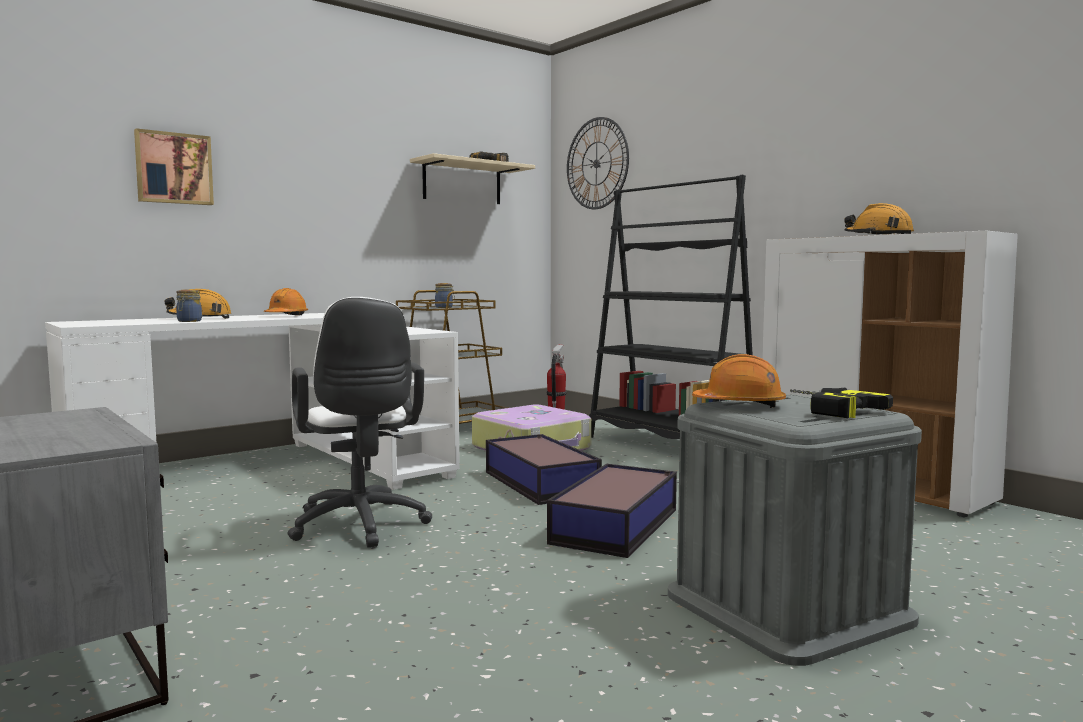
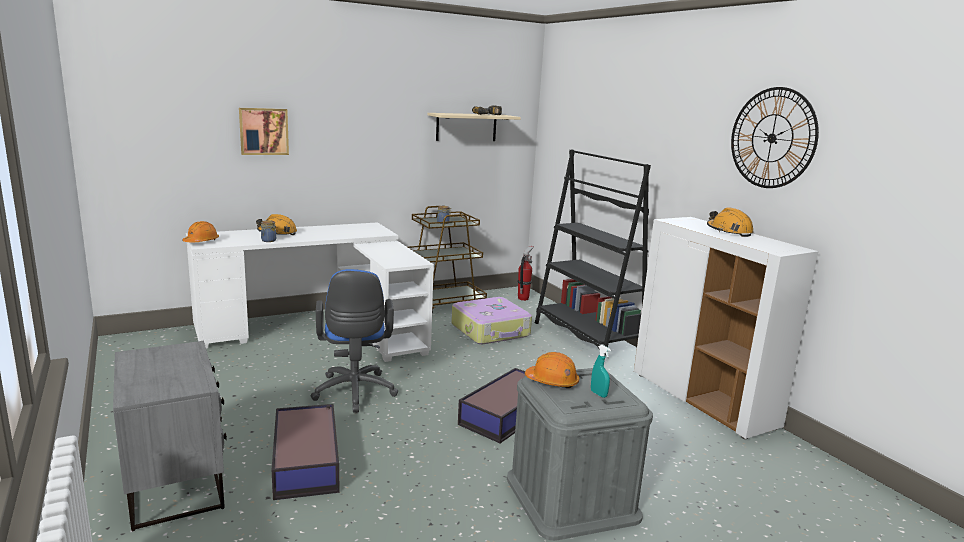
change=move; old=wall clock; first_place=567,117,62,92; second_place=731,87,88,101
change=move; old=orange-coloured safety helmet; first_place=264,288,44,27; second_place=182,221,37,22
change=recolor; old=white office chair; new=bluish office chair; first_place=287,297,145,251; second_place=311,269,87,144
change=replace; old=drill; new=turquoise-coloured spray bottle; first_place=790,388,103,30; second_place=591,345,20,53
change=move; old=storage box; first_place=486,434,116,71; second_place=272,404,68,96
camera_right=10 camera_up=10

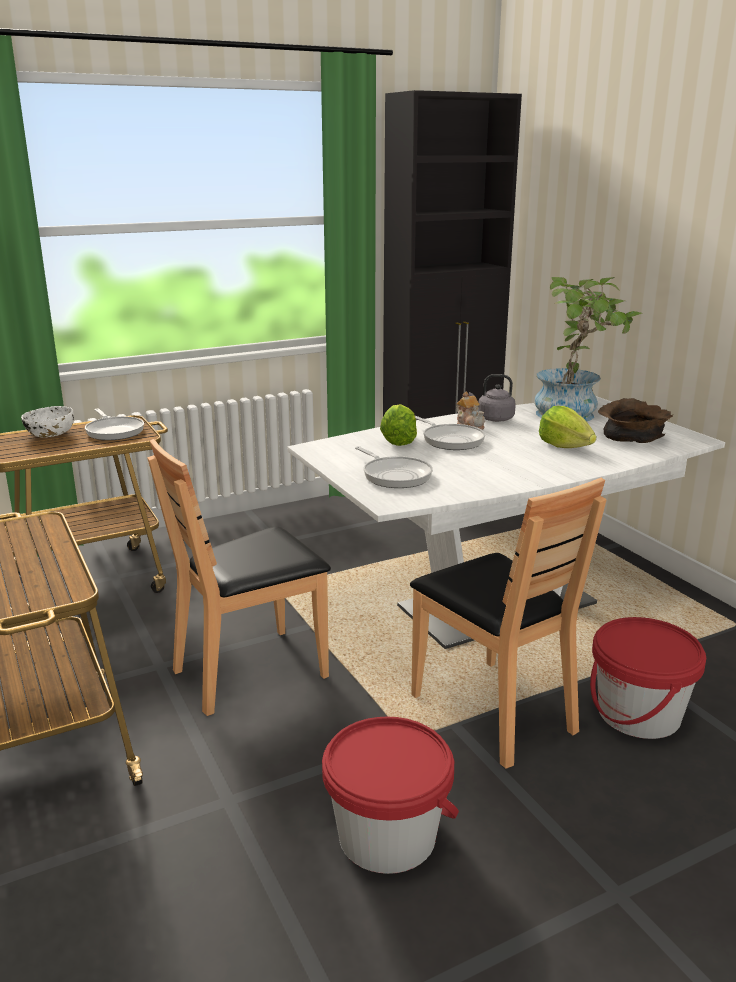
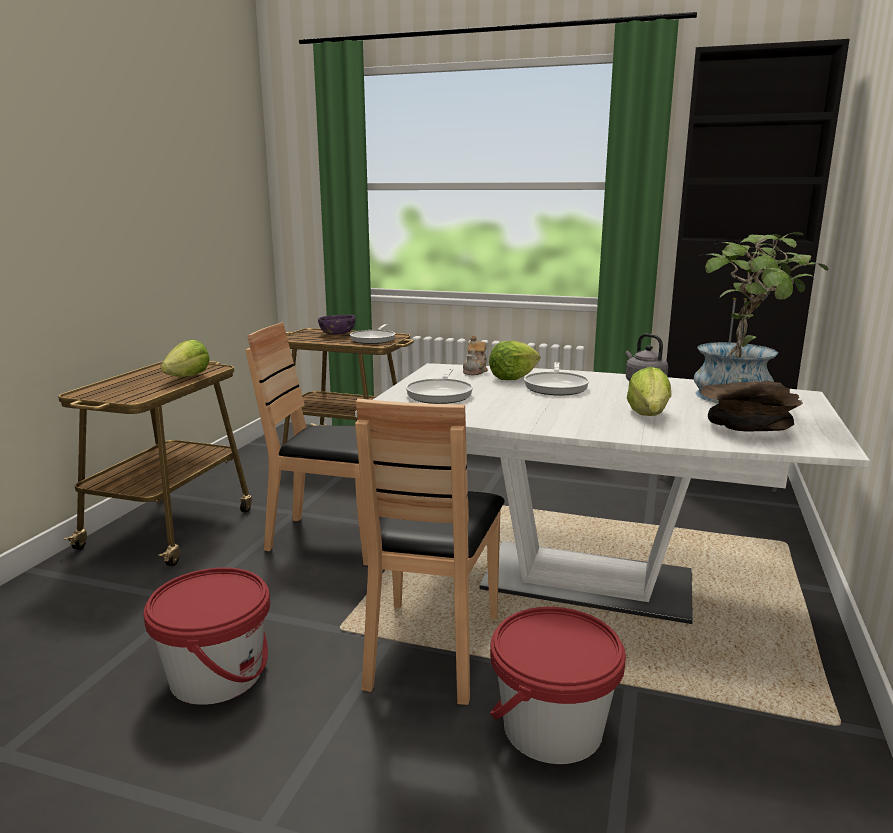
change=move; old=tea pot; first_place=456,391,29,39; second_place=463,335,25,40
change=recolor; old=white bowl; new=purple bowl; first_place=21,406,53,32; second_place=318,315,37,19
change=insert; new=lettuce; second_place=161,339,49,38
camera_right=45 camera_up=-5

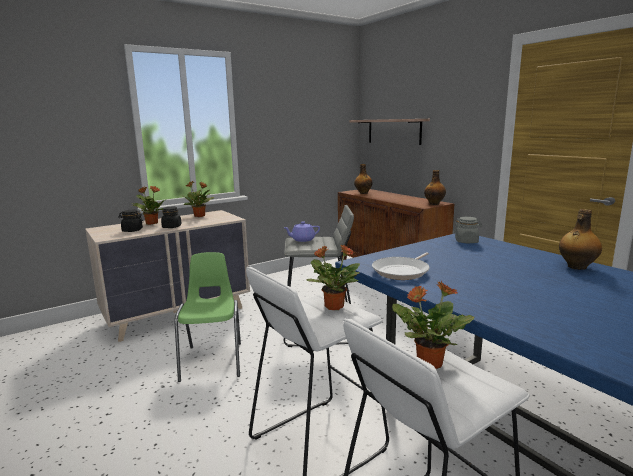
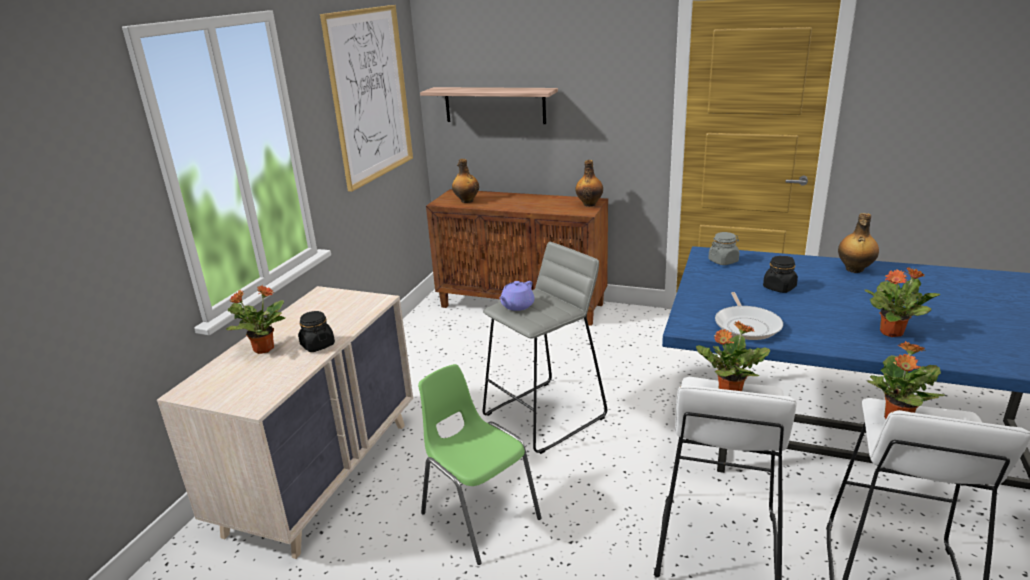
change=move; old=houseplant; first_place=181,181,34,36; second_place=865,267,75,70
change=move; old=black-coloured jar; first_place=118,210,25,22; second_place=763,256,35,37
change=insert; new=wall art; second_place=320,5,93,187
camera_right=-35 camera_up=10

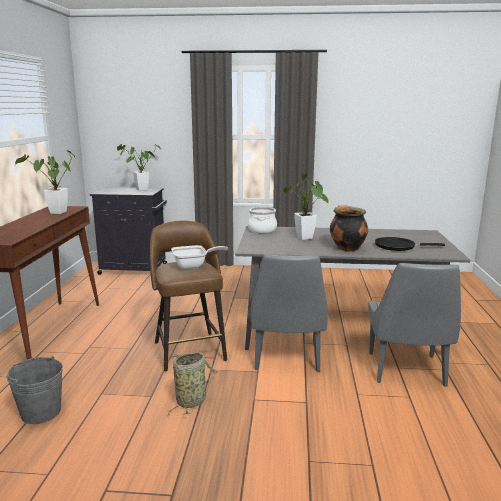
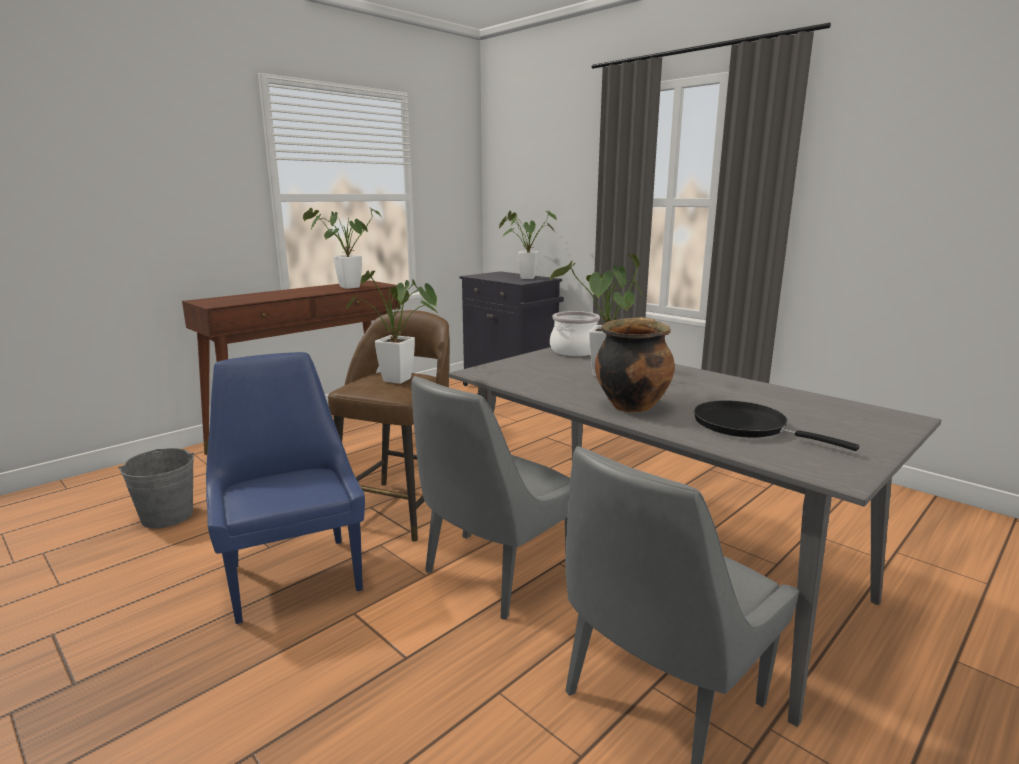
change=replace; old=skillet; new=houseplant; first_place=171,245,57,24; second_place=346,271,93,113
change=replace; old=basket; new=bluish plain chair; first_place=168,352,50,64; second_place=206,352,159,272
camera_right=40 camera_up=0

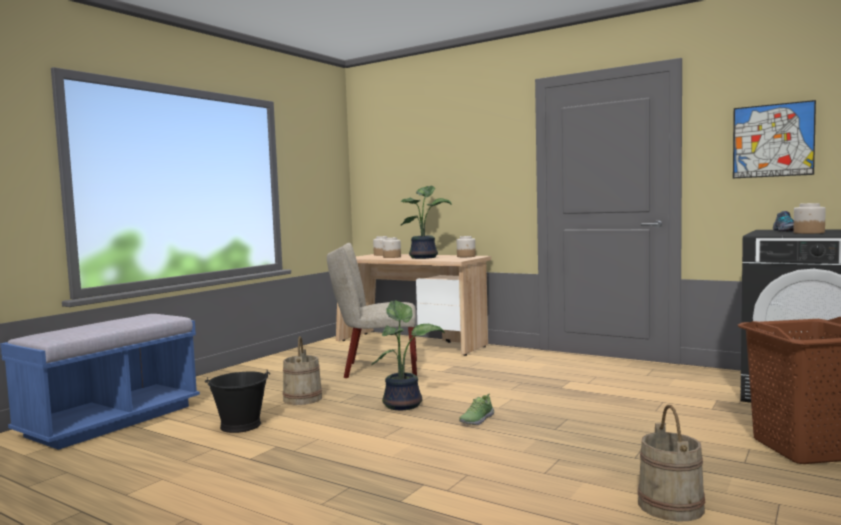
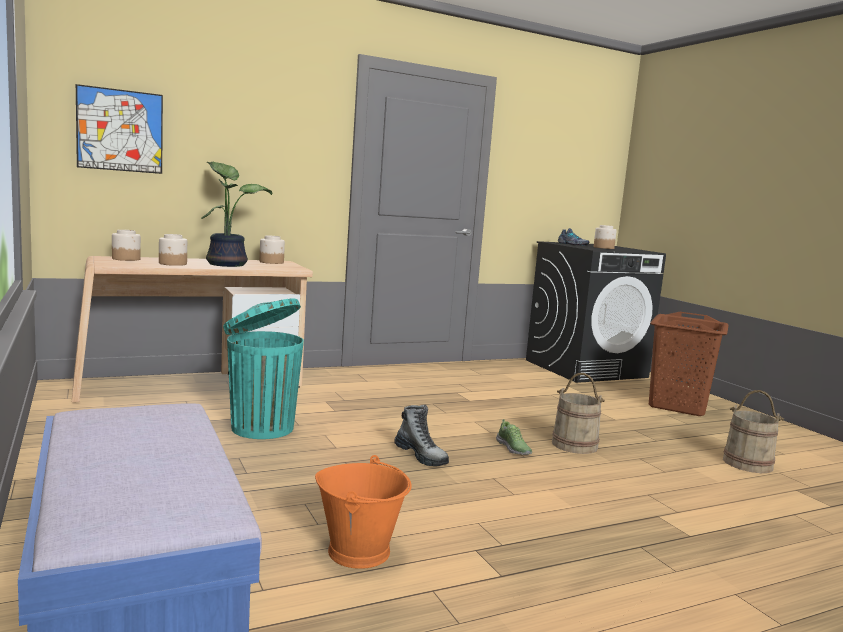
change=move; old=wall art; first_place=733,100,83,78; second_place=76,84,87,90
change=replace; old=beige plain chair; new=turquoise-coloured waste bin; first_place=327,243,90,135; second_place=223,298,81,141
change=replace; old=houseplant; new=tall boot; first_place=372,300,73,110; second_place=394,405,55,61
change=move; old=beige bucket; first_place=283,336,39,69; second_place=552,373,53,81
change=recolor; old=black-coloured bucket; new=orange-coloured bucket; first_place=205,370,65,63; second_place=315,455,97,114
camera_right=-60 camera_up=5

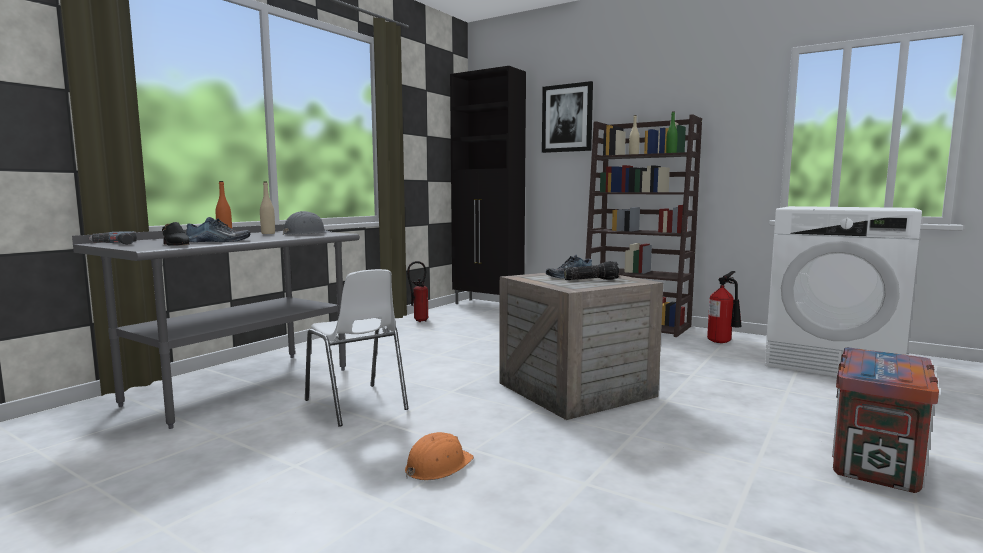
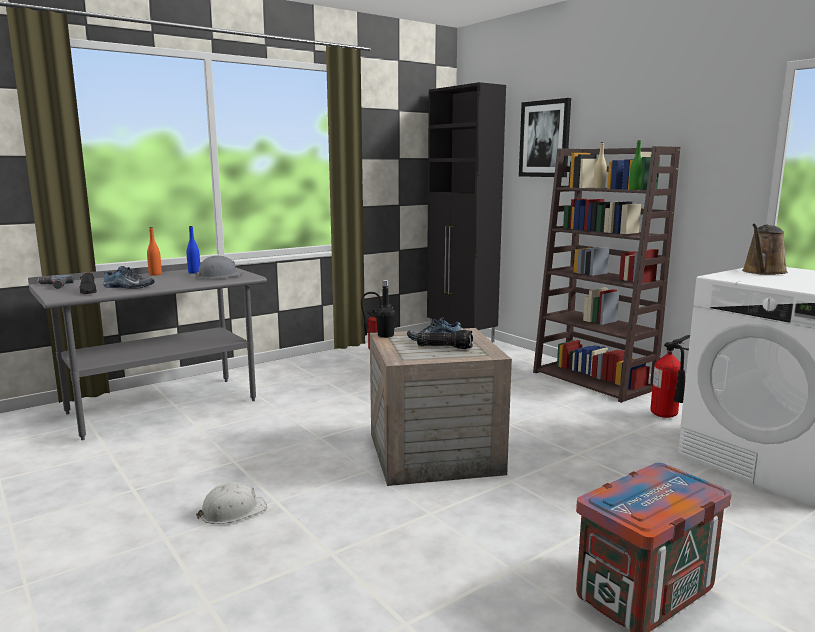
change=recolor; old=beige beverage bottle; new=bluish beverage bottle; first_place=260,181,15,53; second_place=187,226,13,48
change=delete; old=white plain chair; first_place=305,269,103,158
change=recolor; old=orange-coloured safety helmet; new=white safety helmet; first_place=405,432,69,48; second_place=196,483,71,41
change=insert; new=brownish watering pot; second_place=742,224,46,51
change=insert; new=black-coloured beverage bottle; second_place=376,280,19,58
camera_right=20 camera_up=5

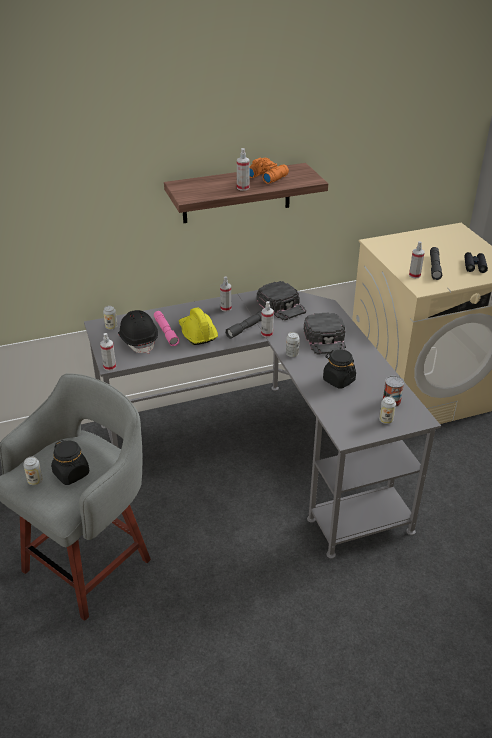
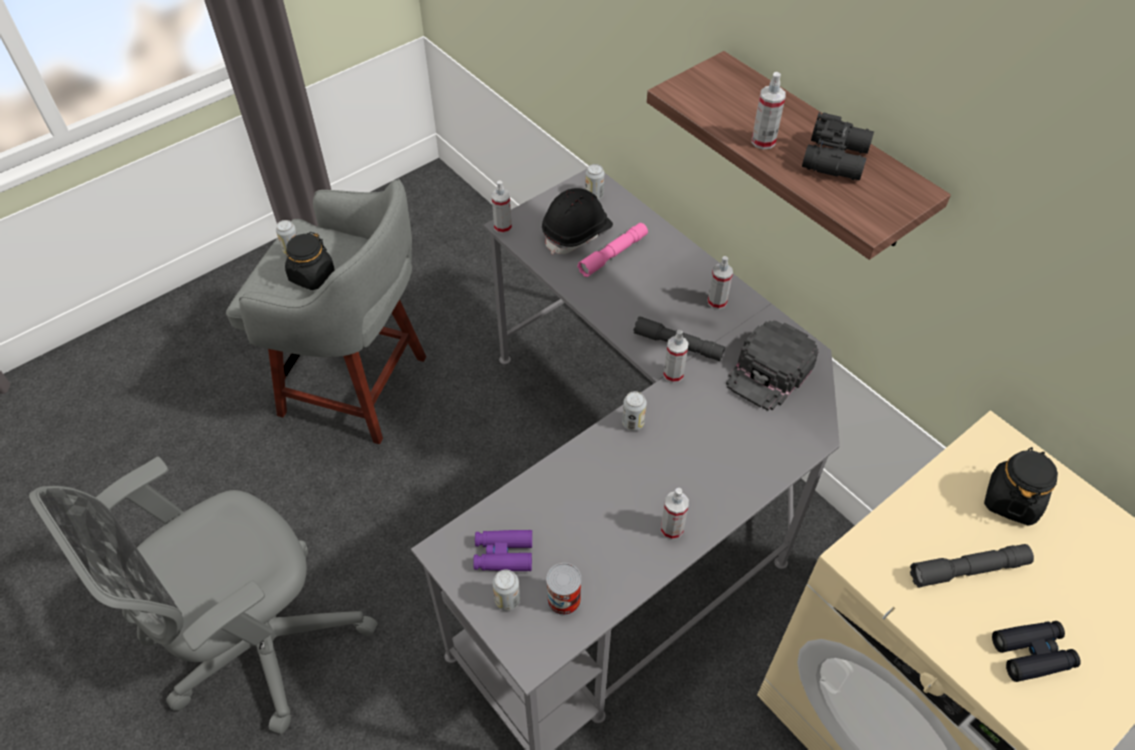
change=recolor; old=orange-coloured field glasses; new=black-coloured field glasses; first_place=250,157,39,27; second_place=802,112,72,68
change=move; old=spray bottle; first_place=409,241,16,37; second_place=661,488,28,52
change=delete; old=yellowish safety helmet; first_place=179,307,39,38
change=delete; old=black-coloured cap; first_place=304,313,42,42
change=move; old=black-coloured jar; first_place=323,350,33,39; second_place=984,447,74,79
change=insert; new=grey office chair; second_place=29,457,349,277
change=insert; new=purple field glasses; second_place=473,530,59,41
camera_right=70 camera_up=15

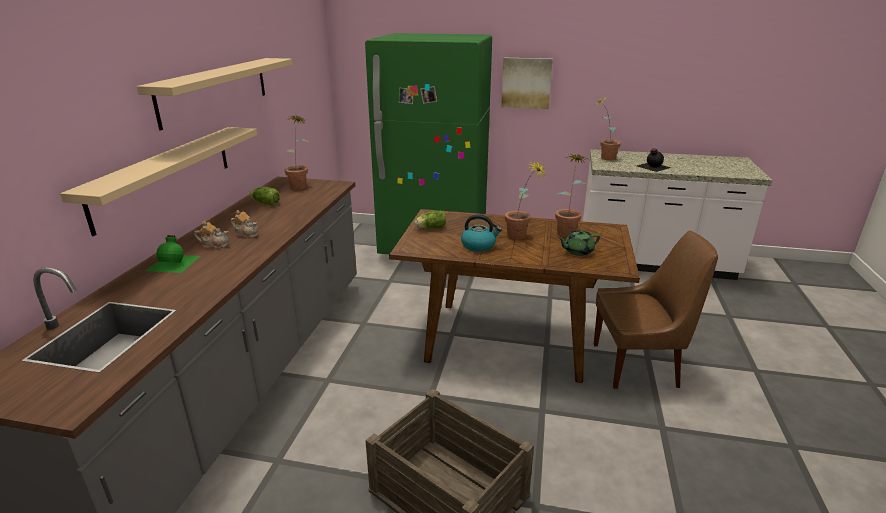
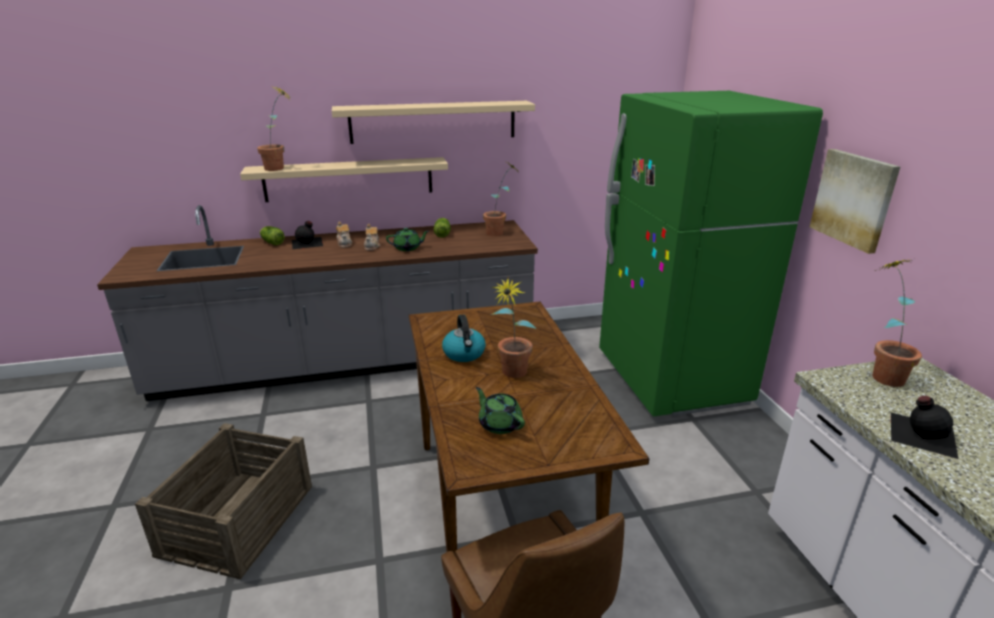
change=move; old=houseplant; first_place=555,154,34,83; second_place=257,87,33,84
change=move; old=lettuce; first_place=414,210,32,19; second_place=260,226,25,20
change=recolor; old=green beverage bottle; new=black-coloured beverage bottle; first_place=146,235,54,38; second_place=292,221,31,28
change=insert; new=green tea pot; second_place=386,228,43,23
camera_right=65 camera_up=0

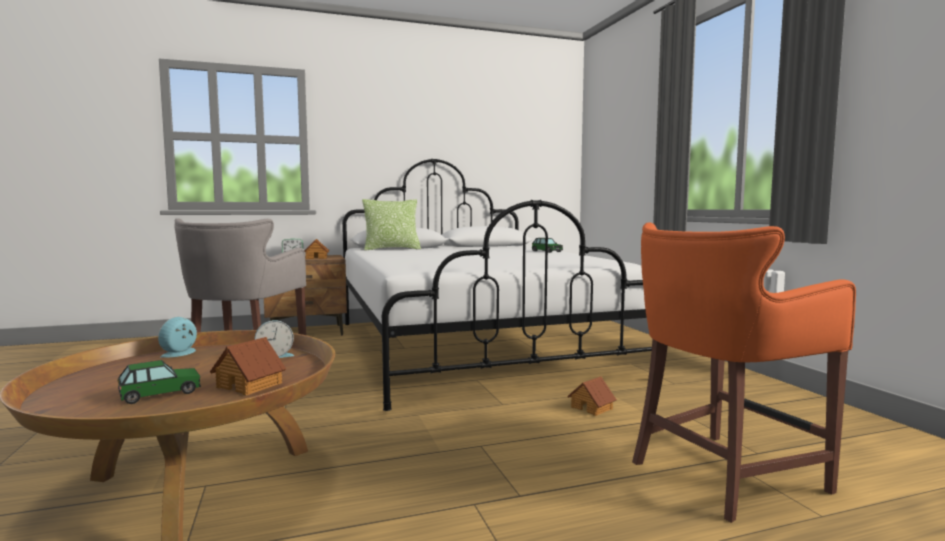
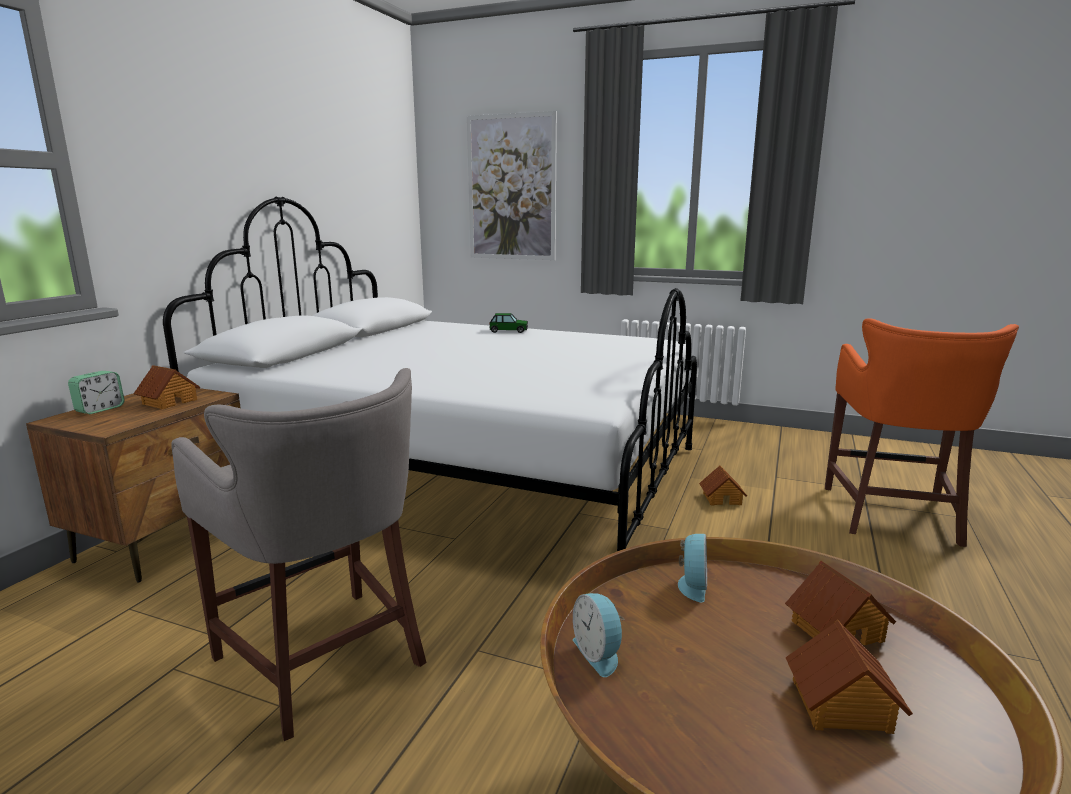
change=delete; old=throw pillow; first_place=362,199,59,51
change=replace; old=toy car; new=miniature house; first_place=117,360,84,44; second_place=785,620,128,114
change=insert; new=wall art; second_place=467,111,90,149
camera_right=-50 camera_up=10

